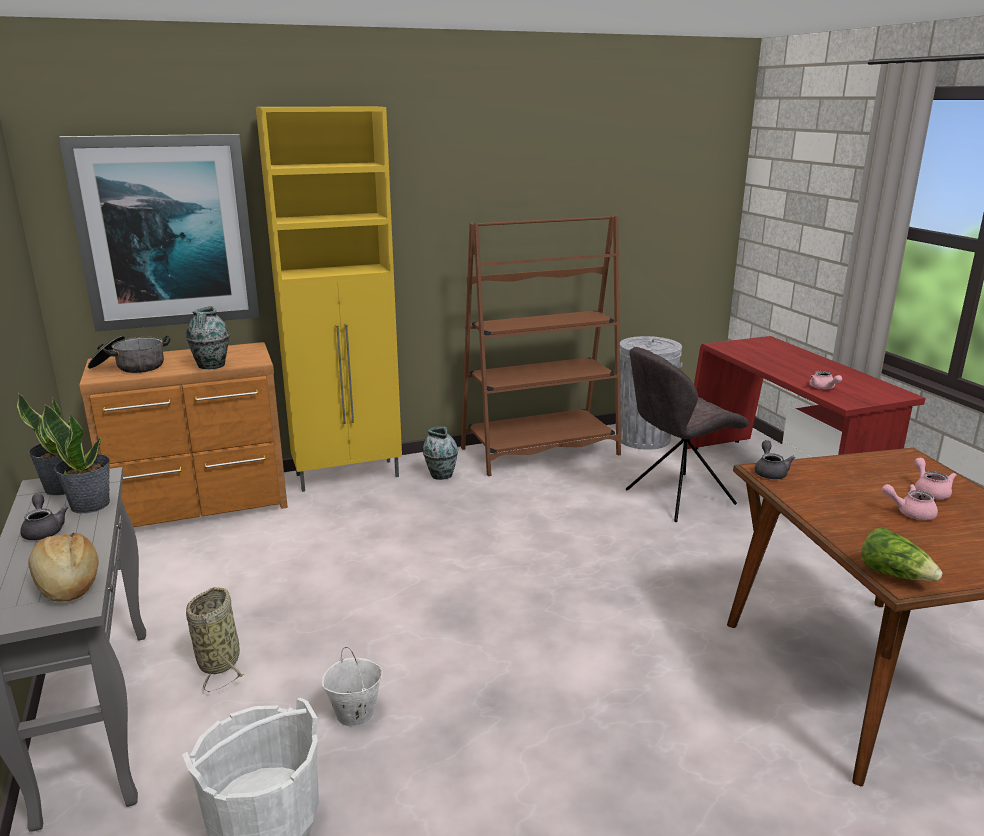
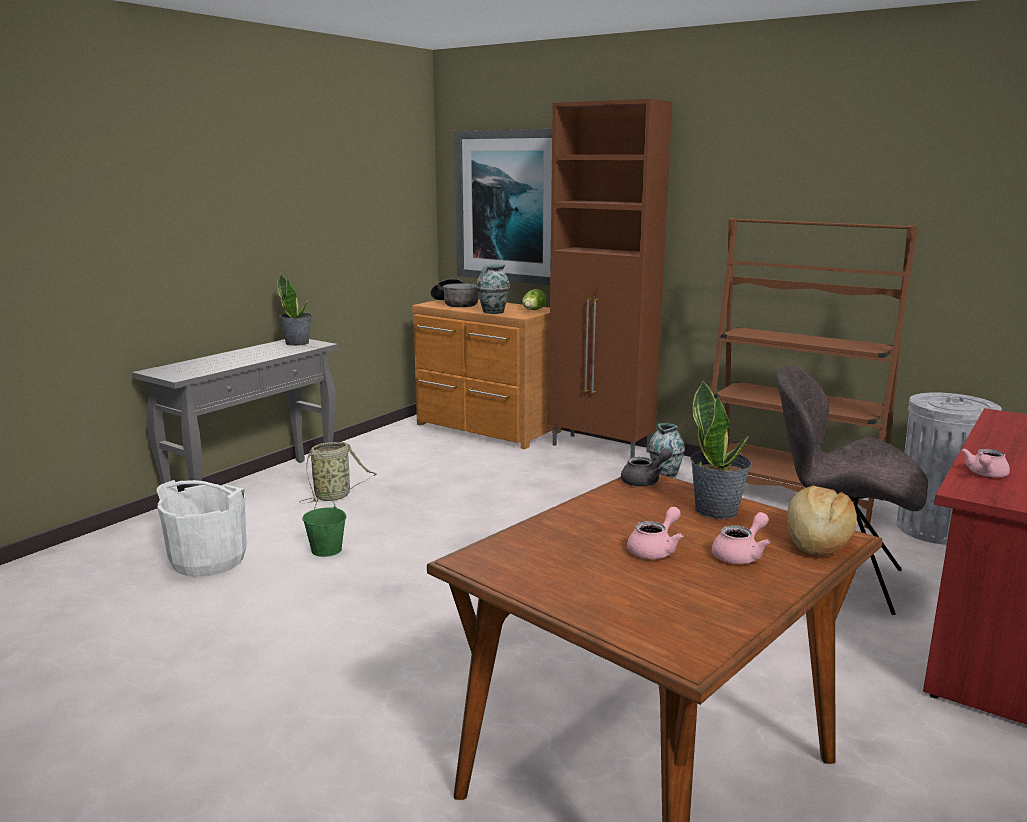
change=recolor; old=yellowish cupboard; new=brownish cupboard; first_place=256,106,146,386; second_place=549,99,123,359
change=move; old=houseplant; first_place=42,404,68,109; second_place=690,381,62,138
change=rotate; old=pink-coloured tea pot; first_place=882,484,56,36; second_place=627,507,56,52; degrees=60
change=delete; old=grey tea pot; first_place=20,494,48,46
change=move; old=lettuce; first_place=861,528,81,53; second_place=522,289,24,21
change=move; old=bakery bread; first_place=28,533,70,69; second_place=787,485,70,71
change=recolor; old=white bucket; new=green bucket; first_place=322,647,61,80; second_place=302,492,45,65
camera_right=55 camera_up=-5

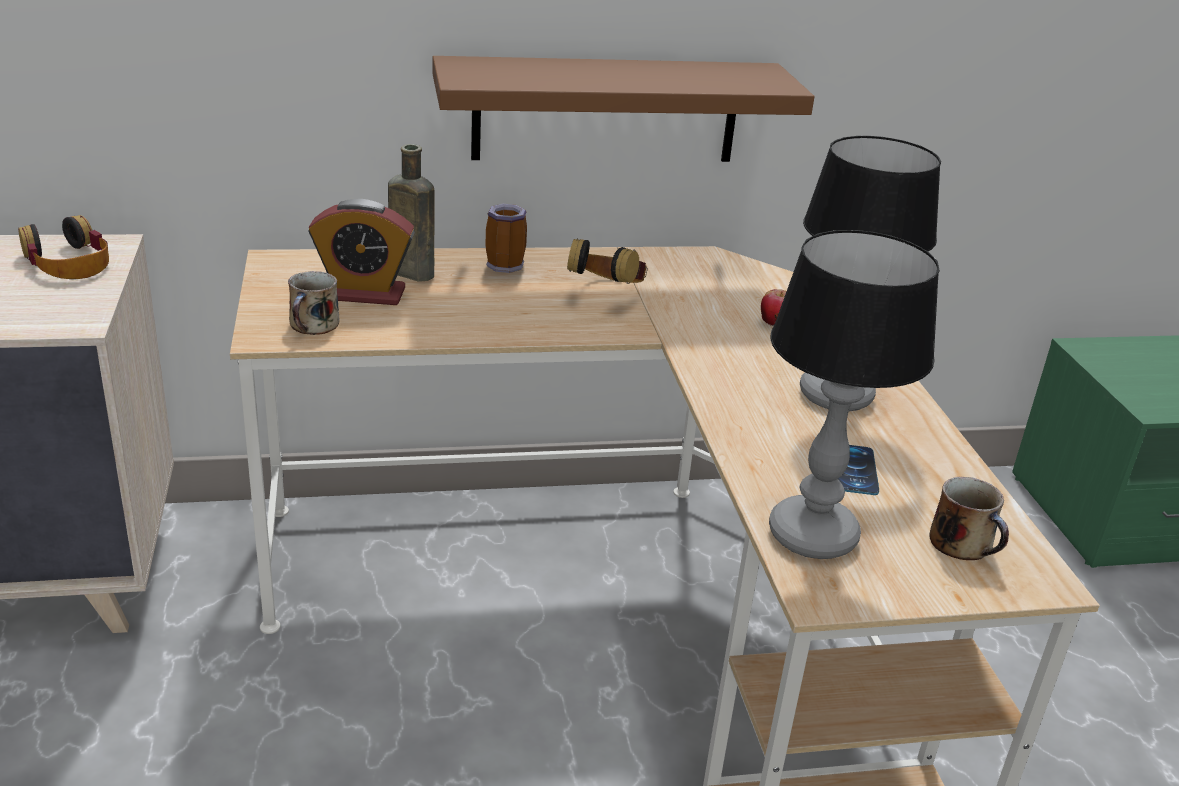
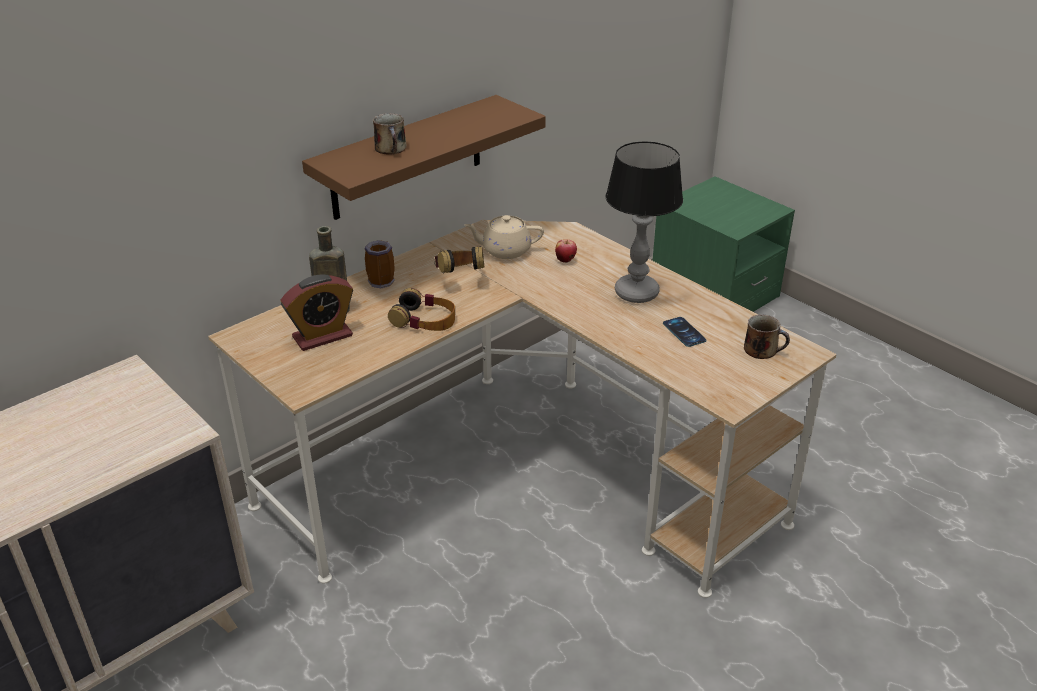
change=move; old=headset; first_place=18,215,91,64; second_place=388,288,67,43
change=delete; old=tabletop lamp; first_place=769,230,171,329
change=move; old=mug; first_place=288,271,51,64; second_place=373,113,33,41
change=insert; new=beige tea pot; second_place=464,215,80,44
camera_right=-30 camera_up=5

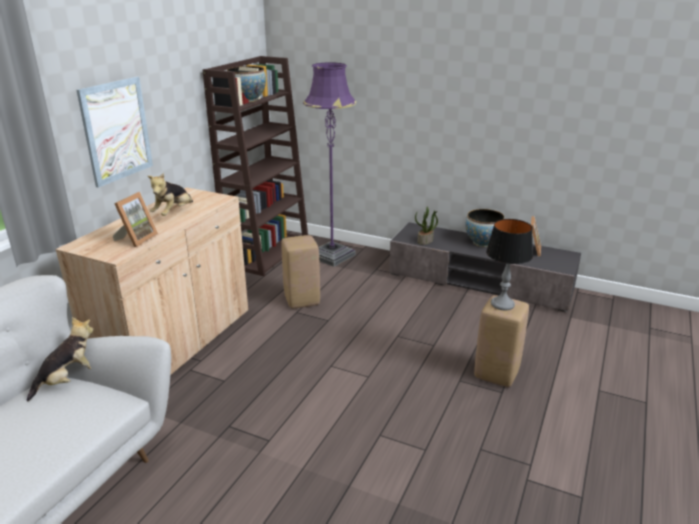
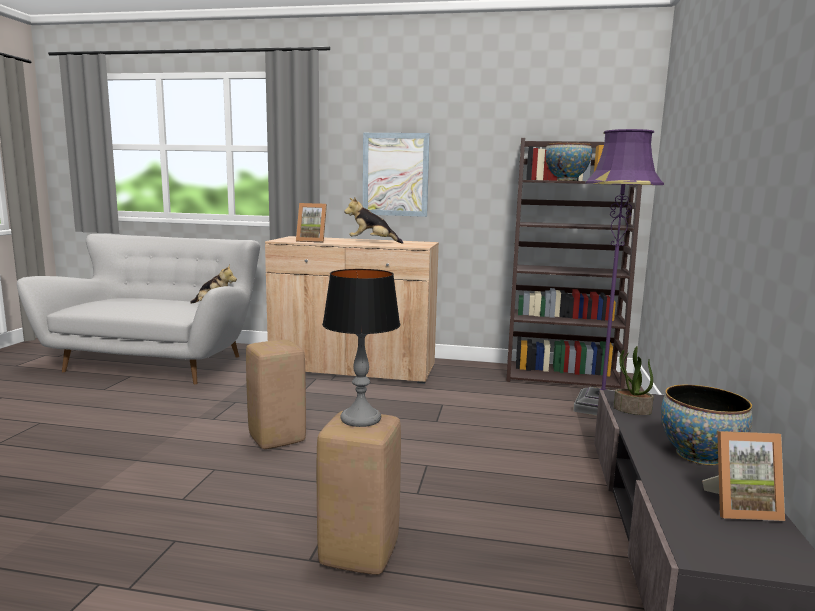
change=move; old=beige sitting stool; first_place=281,235,39,73; second_place=246,340,60,109
camera_right=75 camera_up=-15

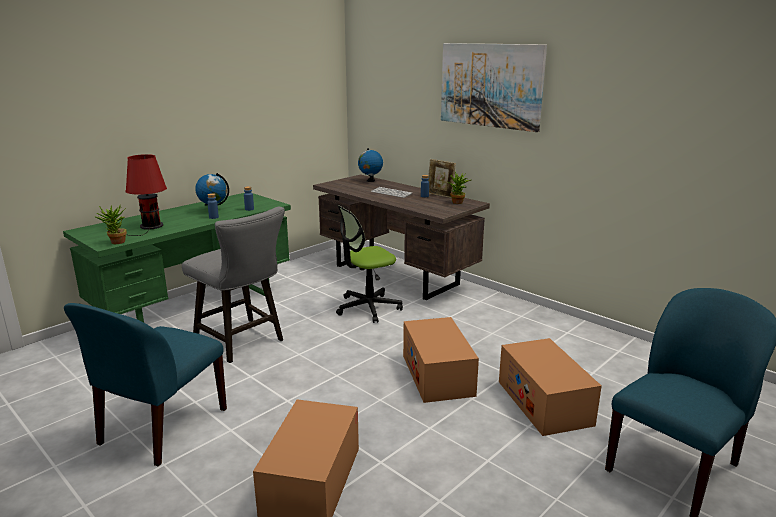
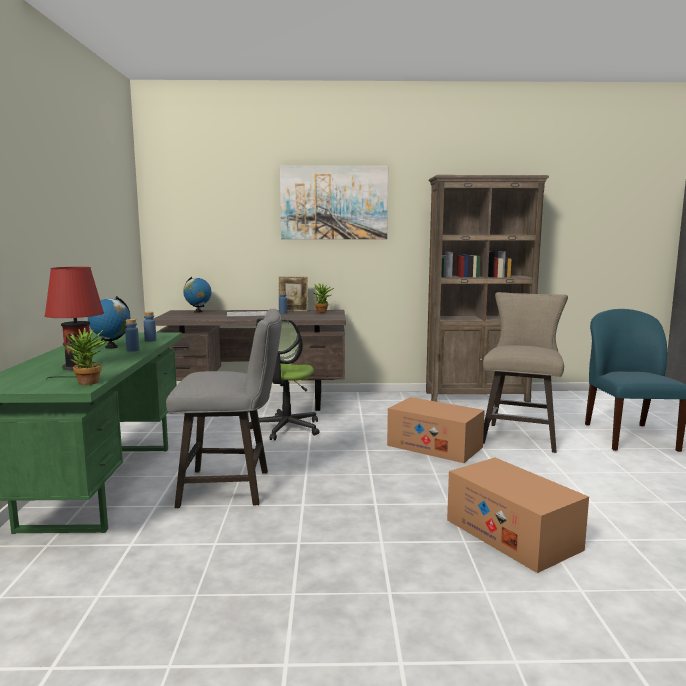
change=delete; old=bluish plain chair; first_place=64,303,163,163
change=replace; old=packing box; new=beige sitting stool; first_place=499,338,103,98; second_place=483,292,85,161
change=insert; new=brownish shelving unit; second_place=426,175,123,227
camera_right=-45 camera_up=-10

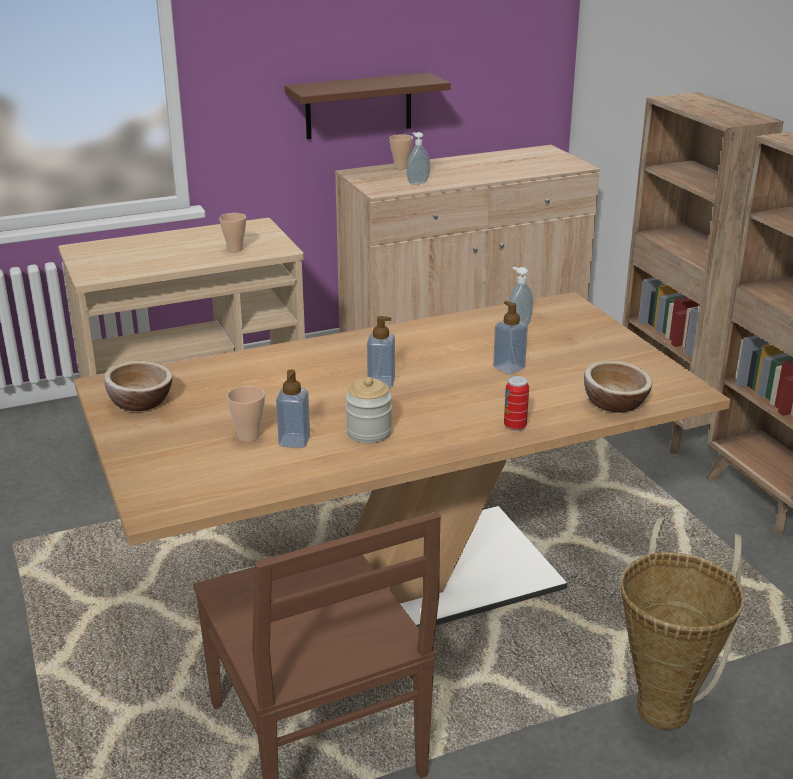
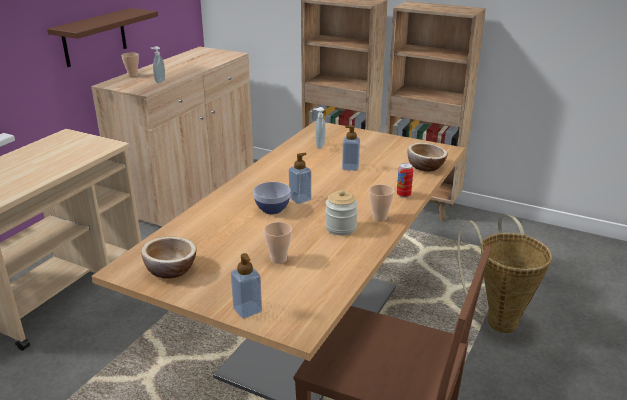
change=move; old=cup; first_place=219,213,27,39; second_place=369,185,25,37
change=move; old=liquid soap bottle; first_place=276,369,34,79; second_place=231,253,31,66
change=insert; new=bowl; second_place=253,182,37,32
camera_right=-40 camera_up=0

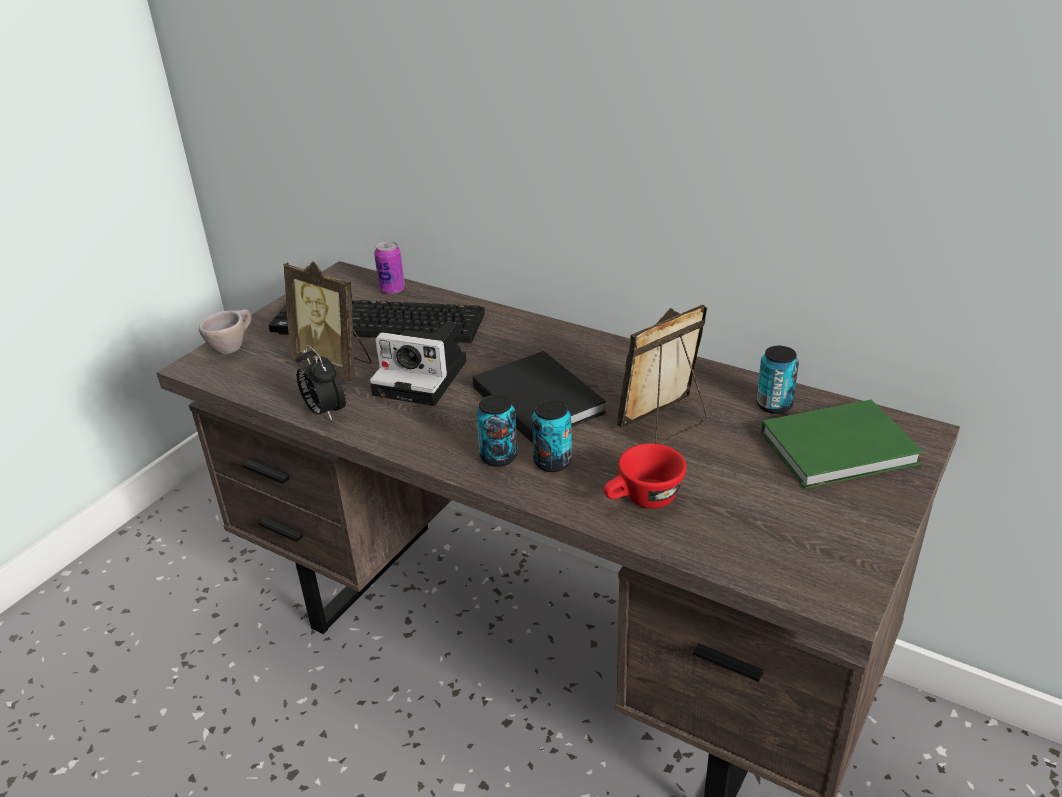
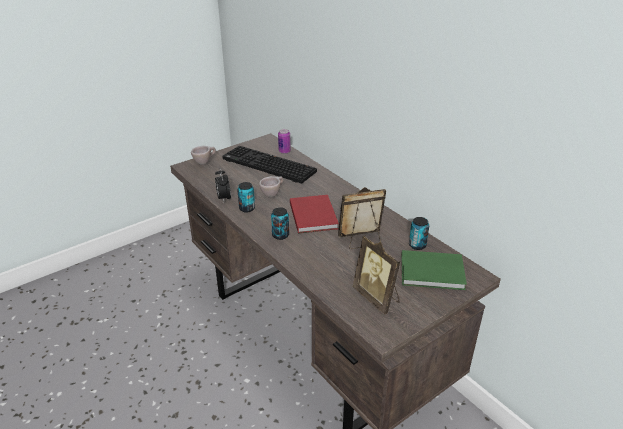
change=move; old=standing frame; first_place=284,261,87,121; second_place=353,235,47,79
change=replace; old=photo camera; new=beige cup; first_place=370,322,96,84; second_place=259,176,24,21
change=recolor; old=black-coloured volume; new=red volume; first_place=473,351,133,92; second_place=290,195,49,39
change=move; old=sealed can; first_place=532,400,40,72; second_place=237,182,18,31
change=delete; old=red cup; first_place=604,443,83,66
camera_right=20 camera_up=0

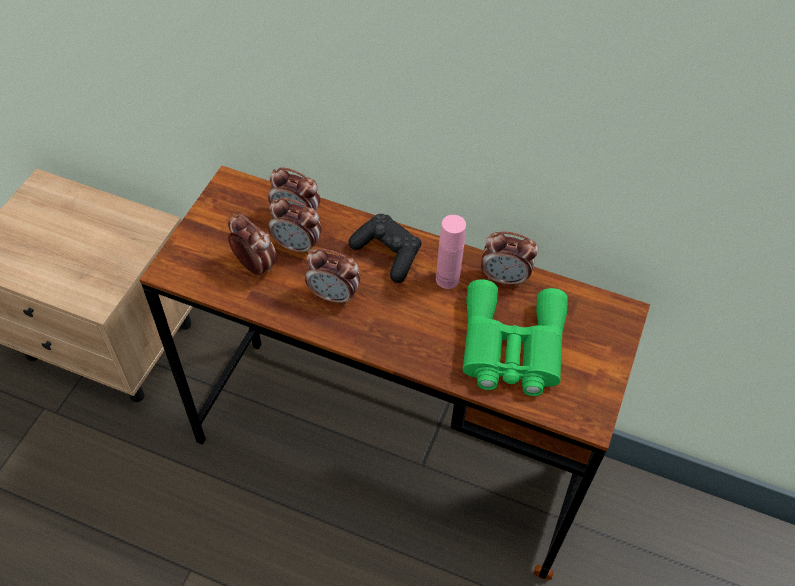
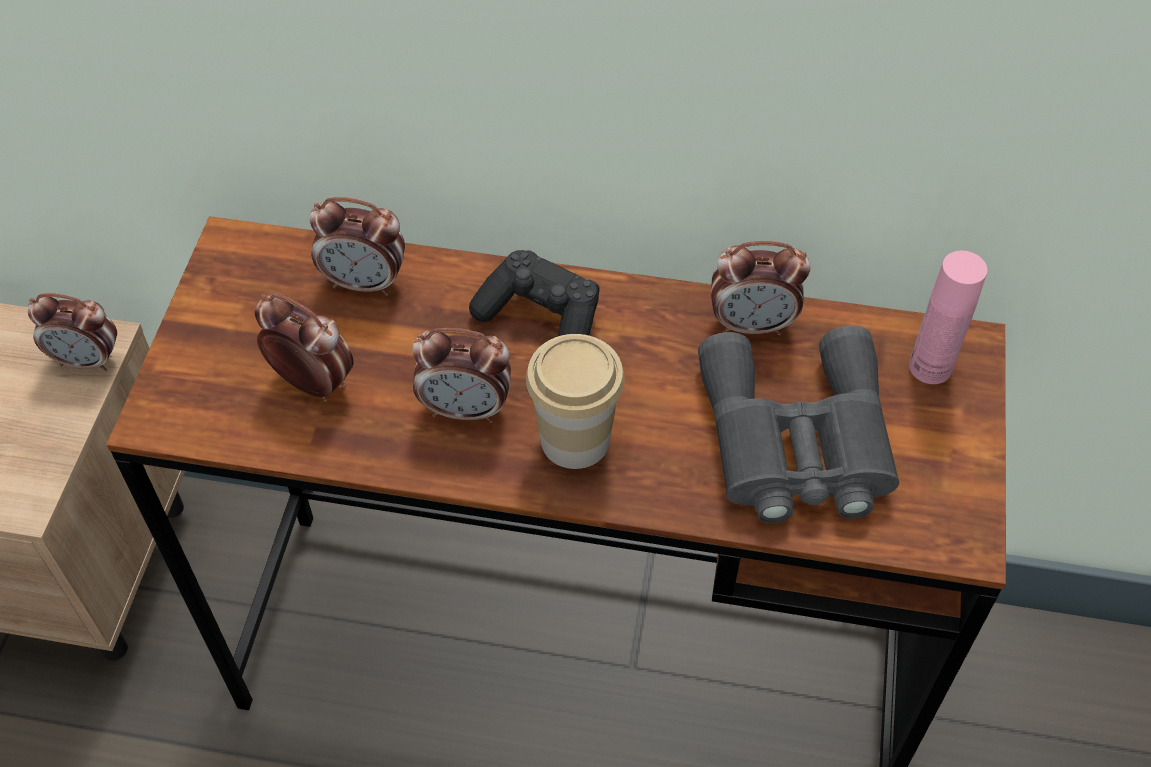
change=move; old=alarm clock; first_place=268,198,54,58; second_place=28,293,89,78
change=move; old=pink-coloured beverage bottle; first_place=436,215,30,74; second_place=909,251,78,133
change=recolor; old=green field glasses; new=grey field glasses; first_place=463,279,105,117; second_place=698,326,201,197
change=insert; new=cup; second_place=526,334,99,135
camera_right=-10 camera_up=0

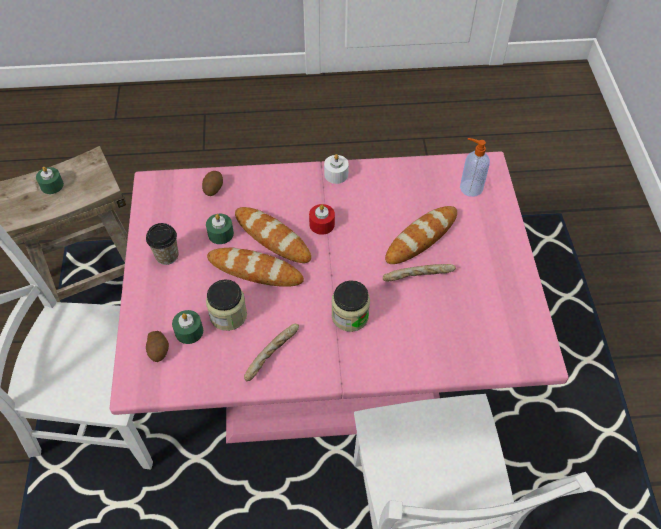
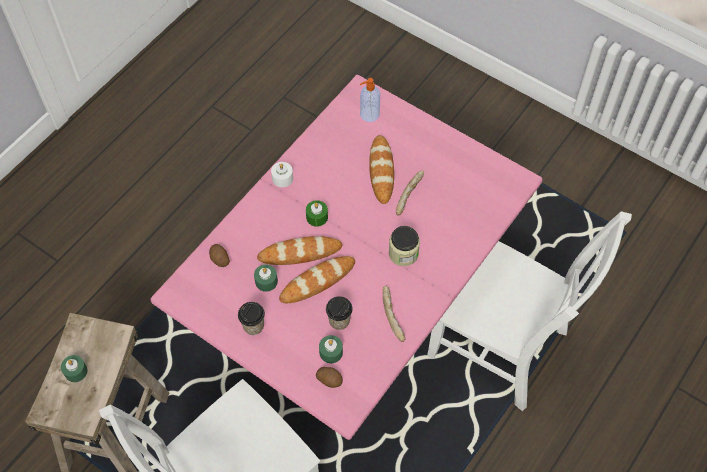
change=recolor; old=red wax candle; new=green wax candle; first_place=309,204,26,31; second_place=306,200,22,27
change=replace; old=jar; new=cup; first_place=206,279,41,52; second_place=326,296,27,34
camera_right=-50 camera_up=5

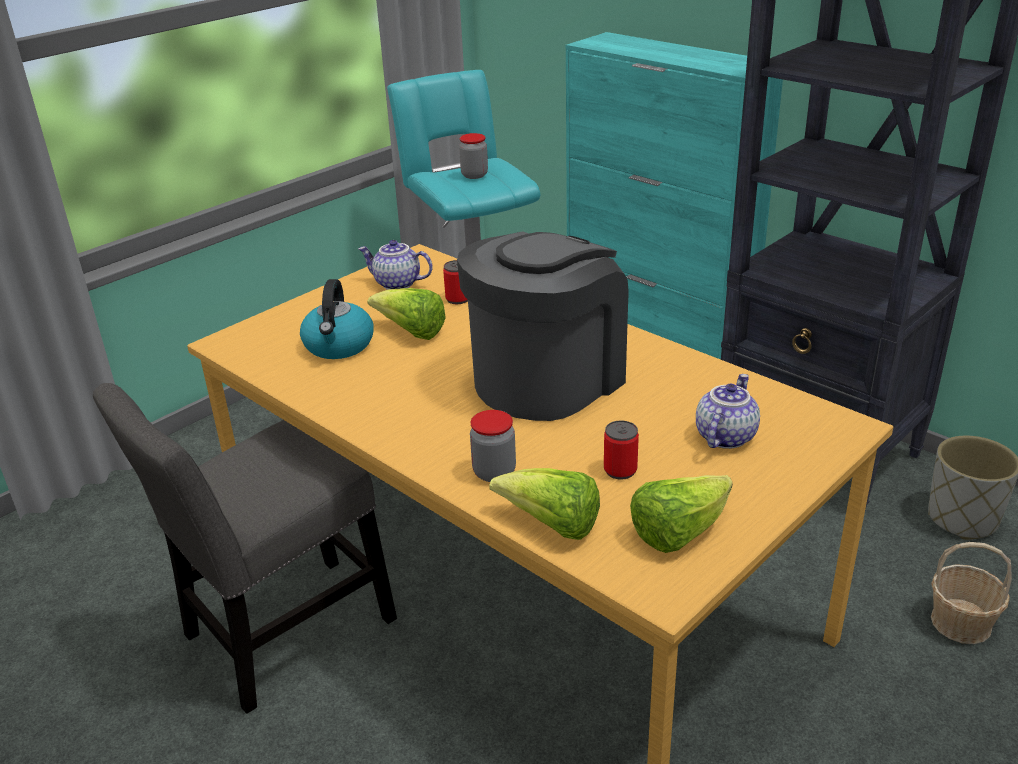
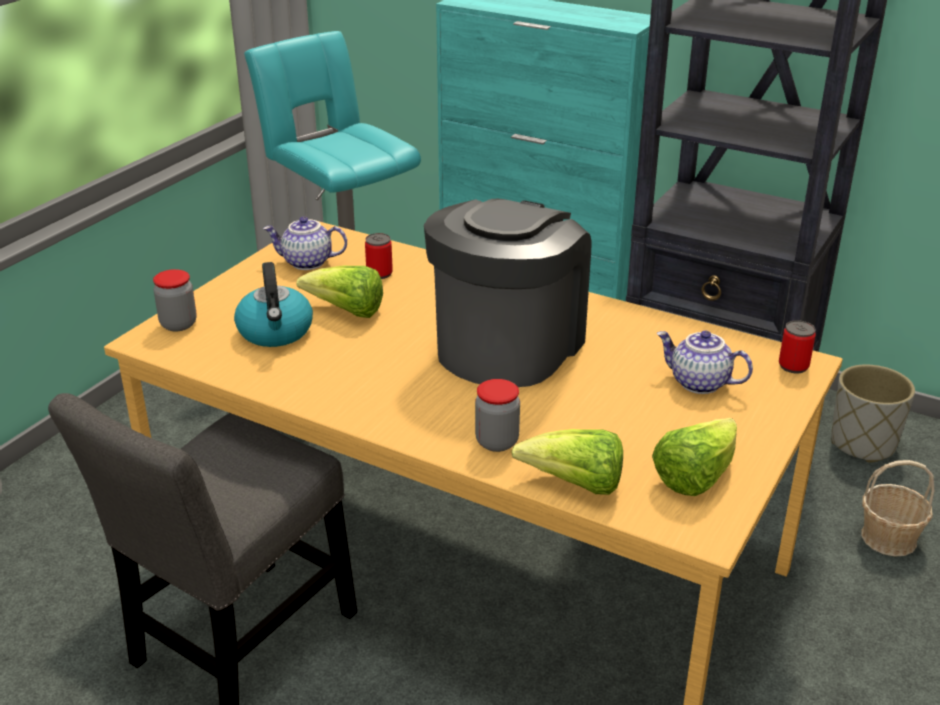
change=move; old=jar; first_place=459,133,29,46; second_place=153,269,44,62
change=rotate; old=tea pot; first_place=696,374,64,75; second_place=657,331,96,63; degrees=-75
change=move; old=sealed can; first_place=604,420,35,60; second_place=779,320,37,53
camera_right=-15 camera_up=0

